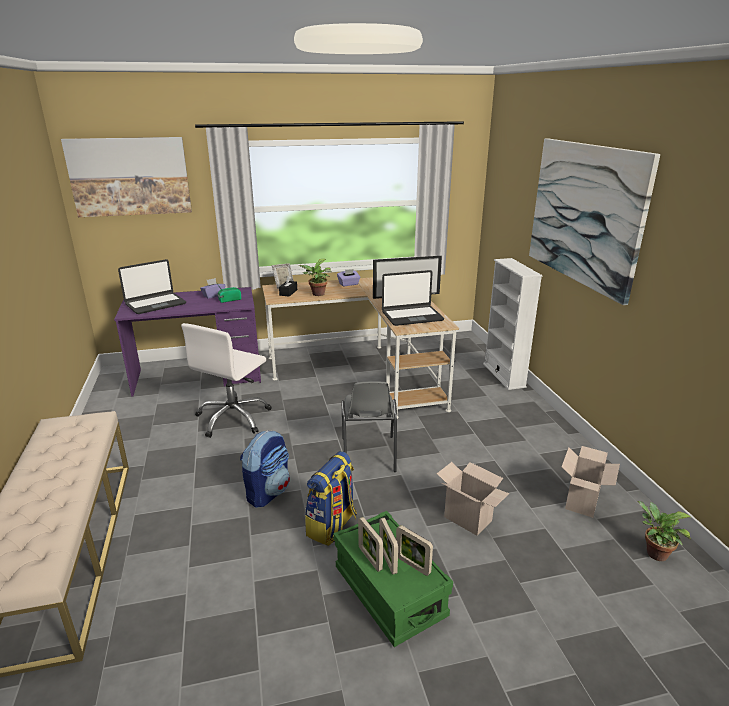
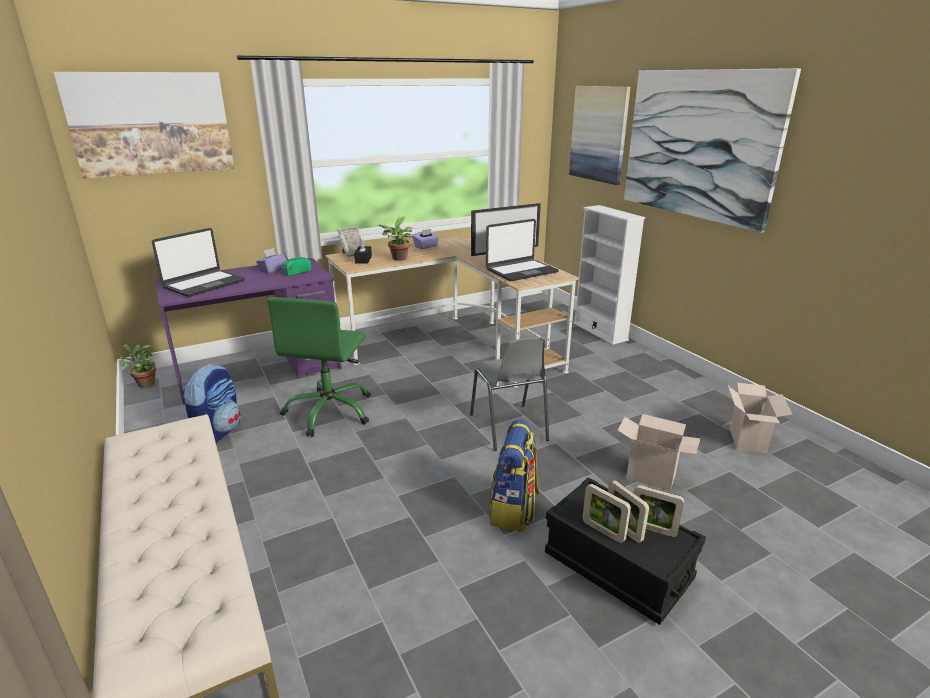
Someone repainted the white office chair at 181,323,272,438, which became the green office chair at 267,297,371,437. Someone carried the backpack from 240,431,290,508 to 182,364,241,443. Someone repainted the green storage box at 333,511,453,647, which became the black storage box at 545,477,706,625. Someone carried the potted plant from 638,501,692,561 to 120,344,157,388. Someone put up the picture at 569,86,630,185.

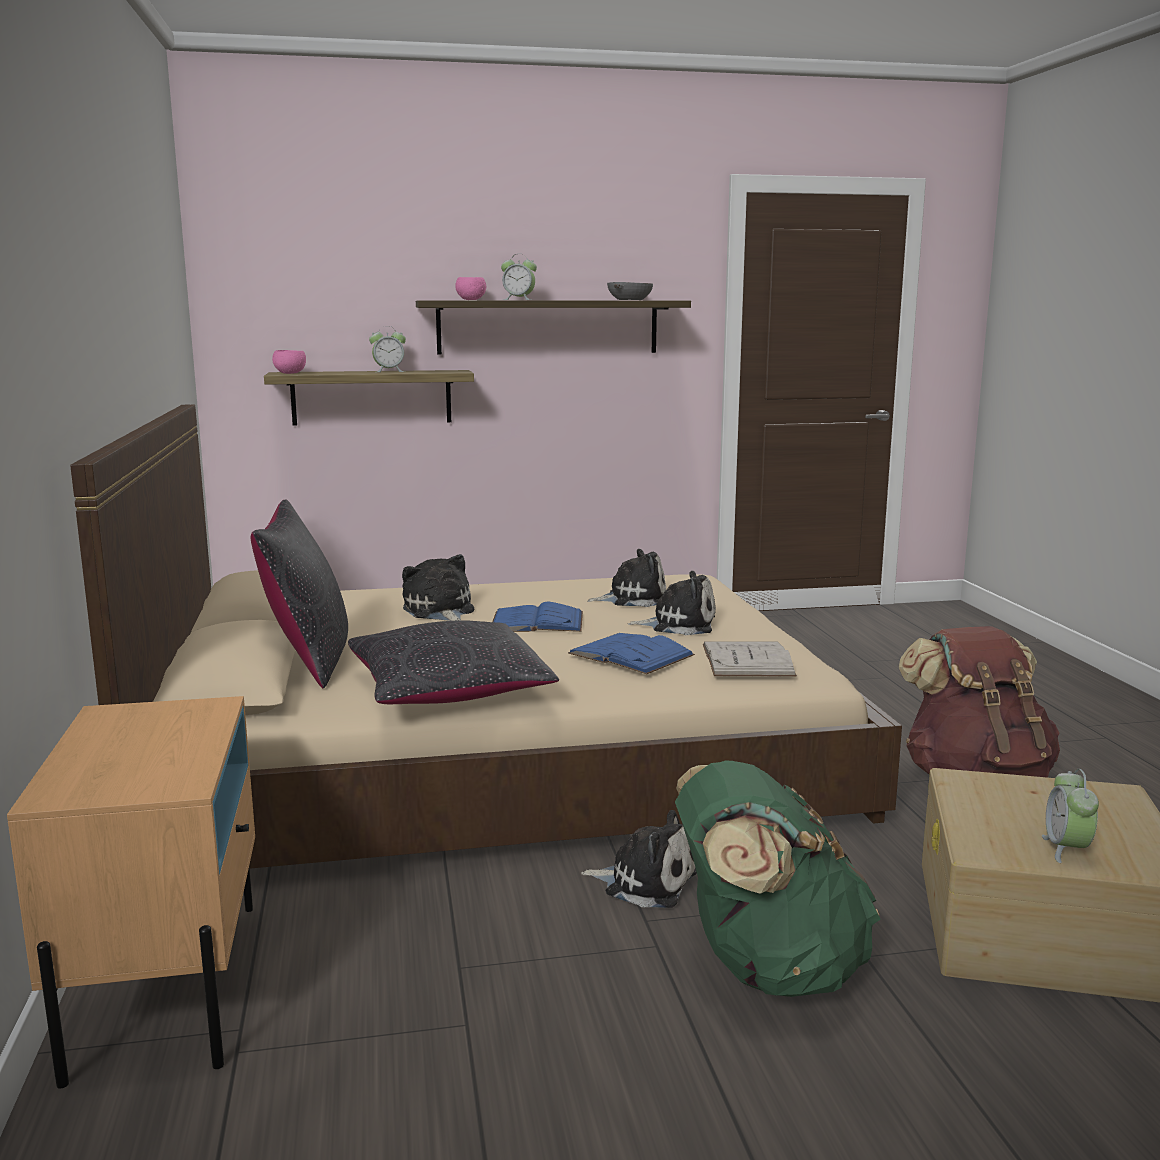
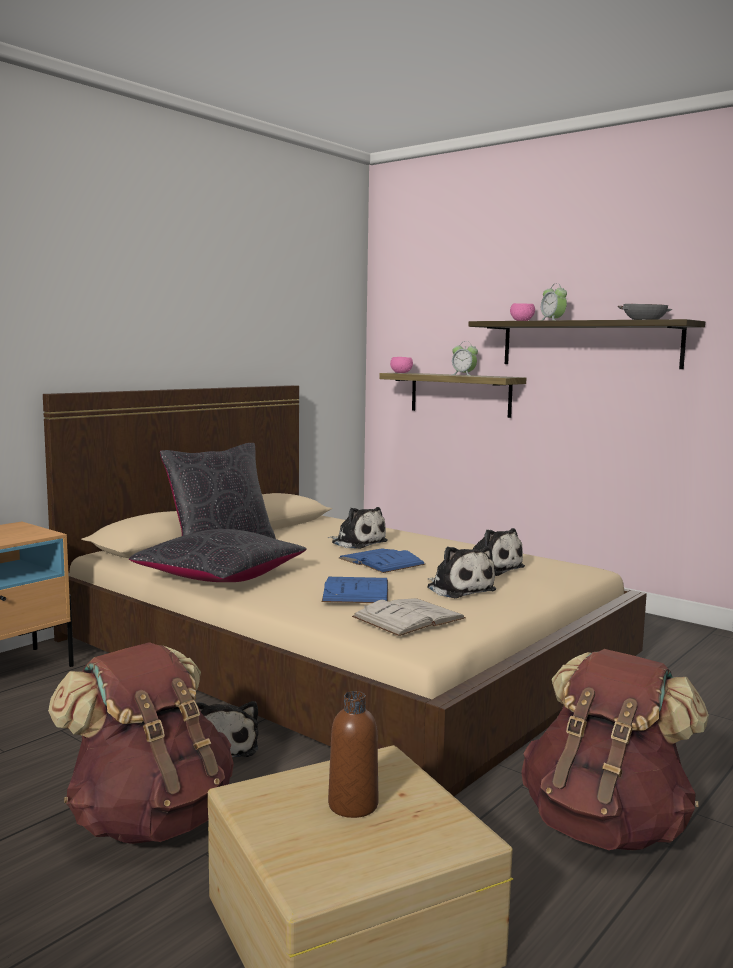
Someone rotated the plush toy at 402,554,474,621 by 105 degrees clockwise. Someone repainted the green backpack at 675,761,880,997, which became the brown backpack at 48,642,234,844. Someone took away the alarm clock at 1042,769,1099,863. Someone put down the brown bottle at 328,691,378,818.

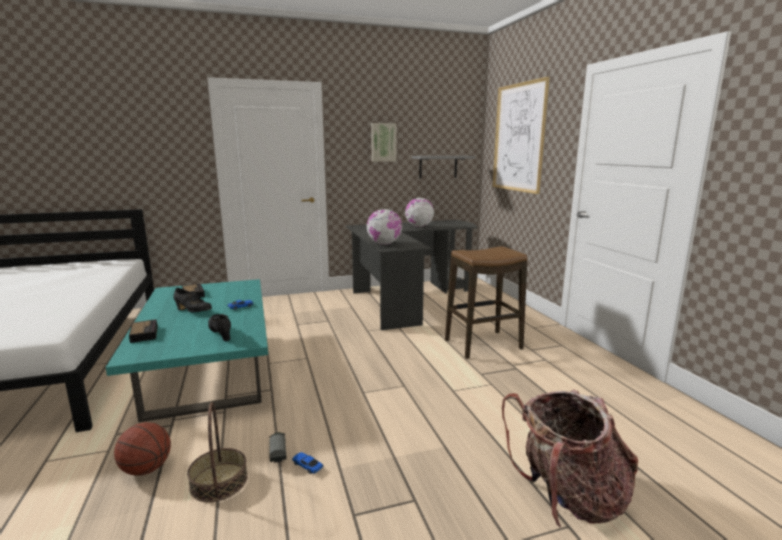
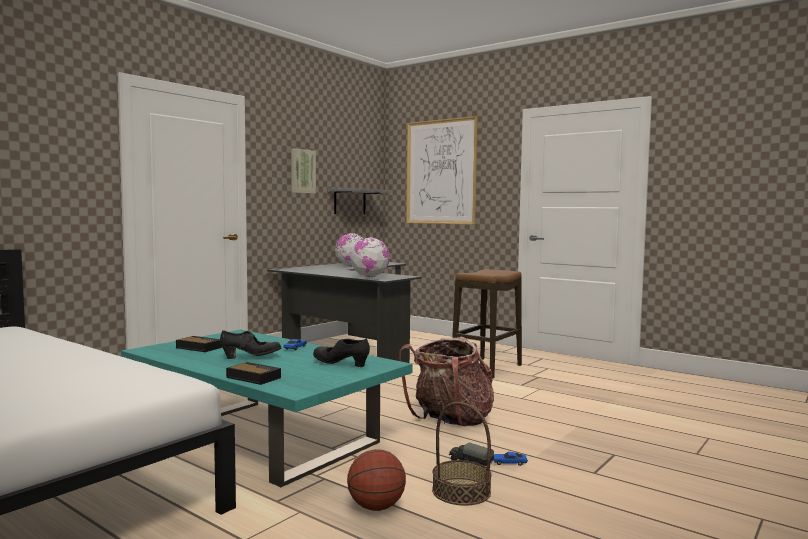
Someone carried the backpack from 502,389,638,528 to 399,337,494,426.

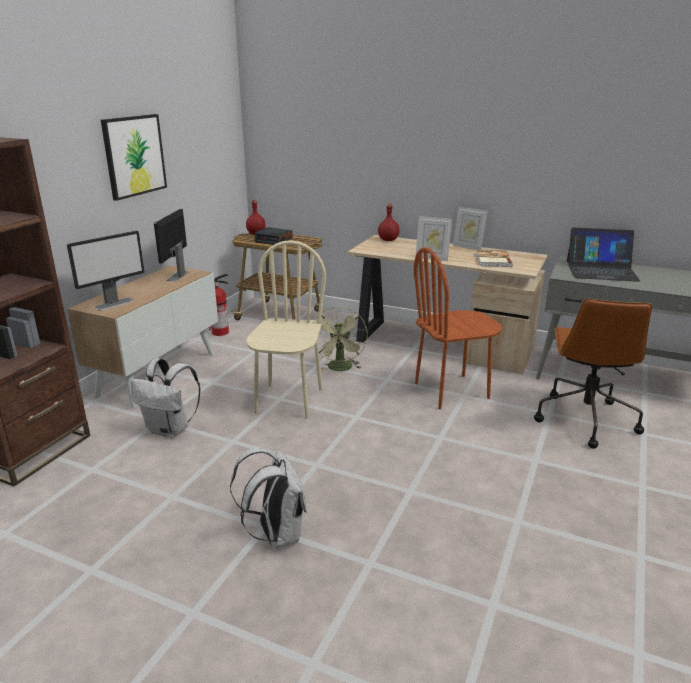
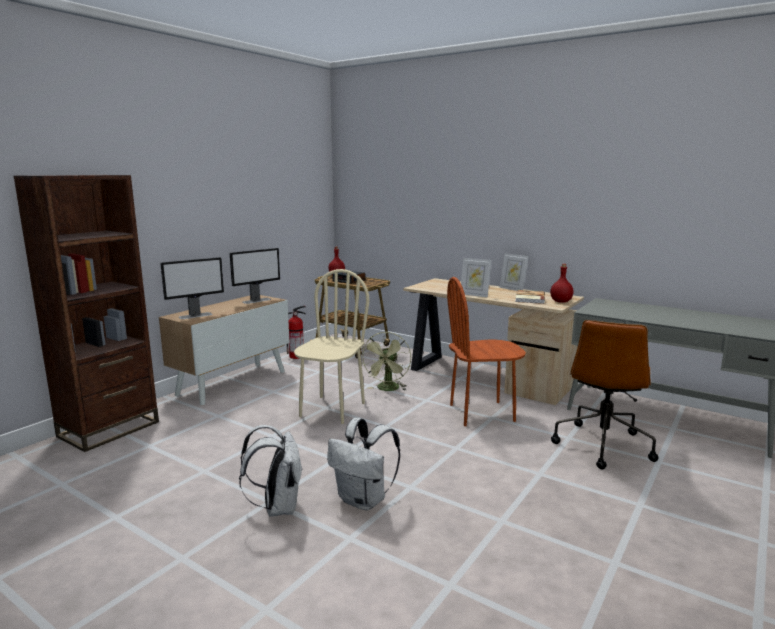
Someone took away the picture at 101,114,167,201. Someone carried the white backpack from 131,358,200,438 to 327,418,400,510. Someone rotated the monitor at 154,209,189,282 by 150 degrees counterclockwise. Someone carried the red bottle from 378,203,400,241 to 550,264,574,303. Someone took away the laptop at 567,228,640,282.

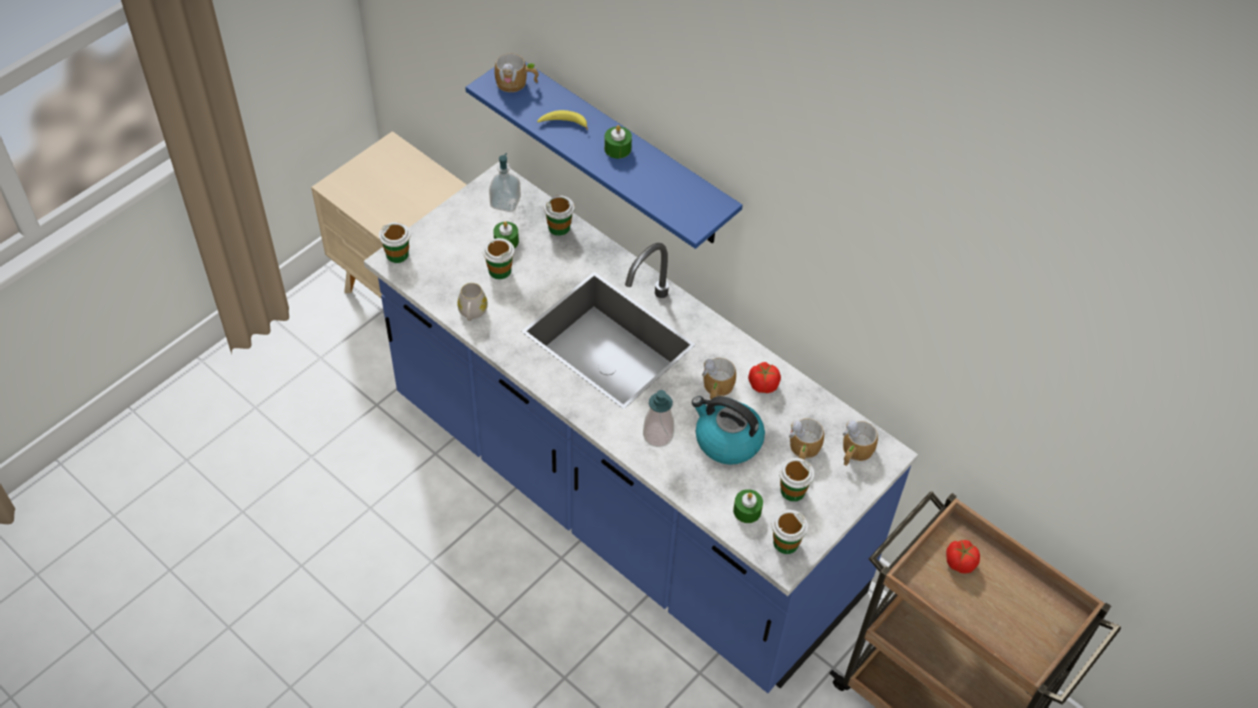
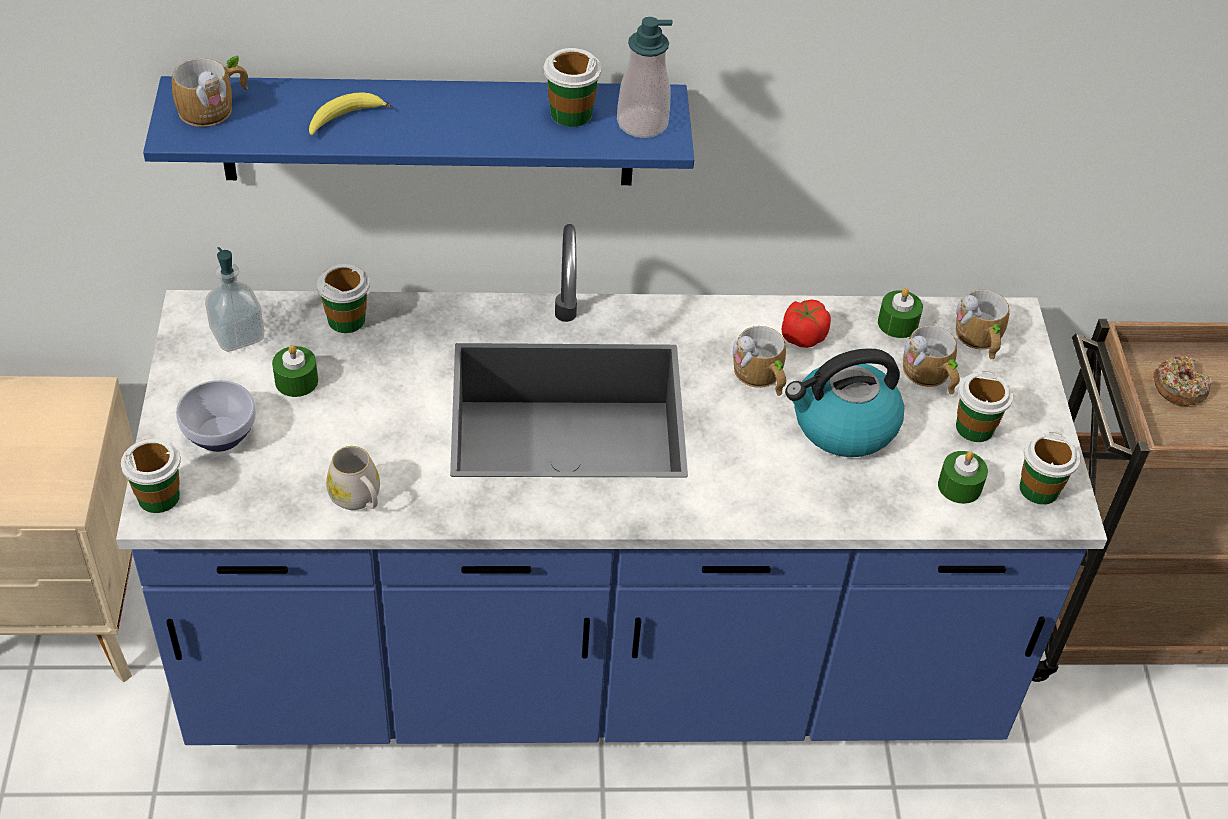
Someone carried the cup from 483,238,514,279 to 543,48,602,127. Someone carried the green candle from 604,125,632,159 to 878,288,923,338. Someone carried the soap dispenser from 643,390,674,447 to 617,17,673,138. Someone swapped the tomato at 946,540,980,574 for the donut at 1153,356,1213,406. Someone put down the bowl at 176,380,256,452.

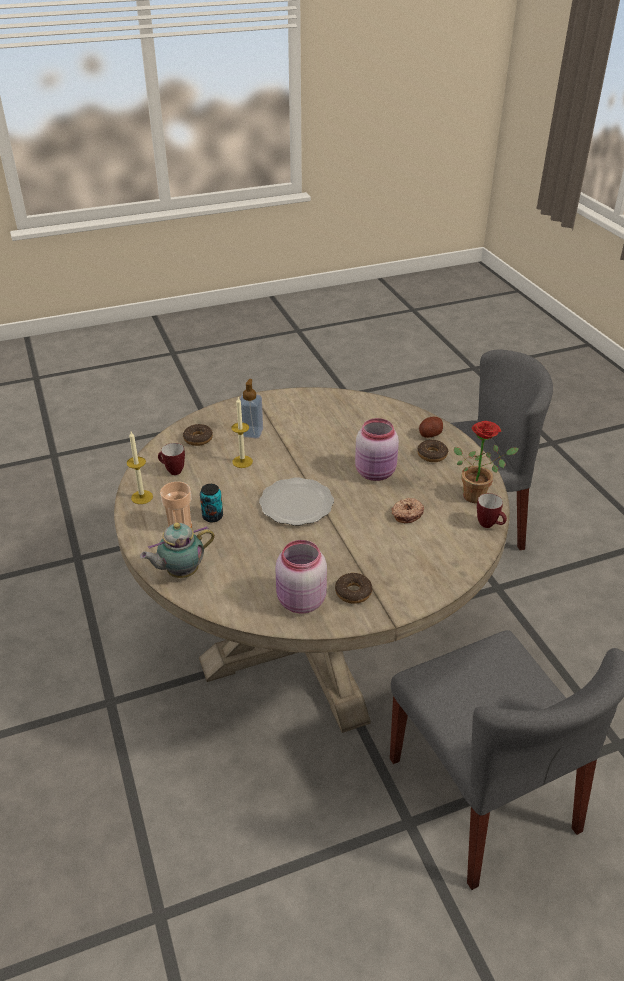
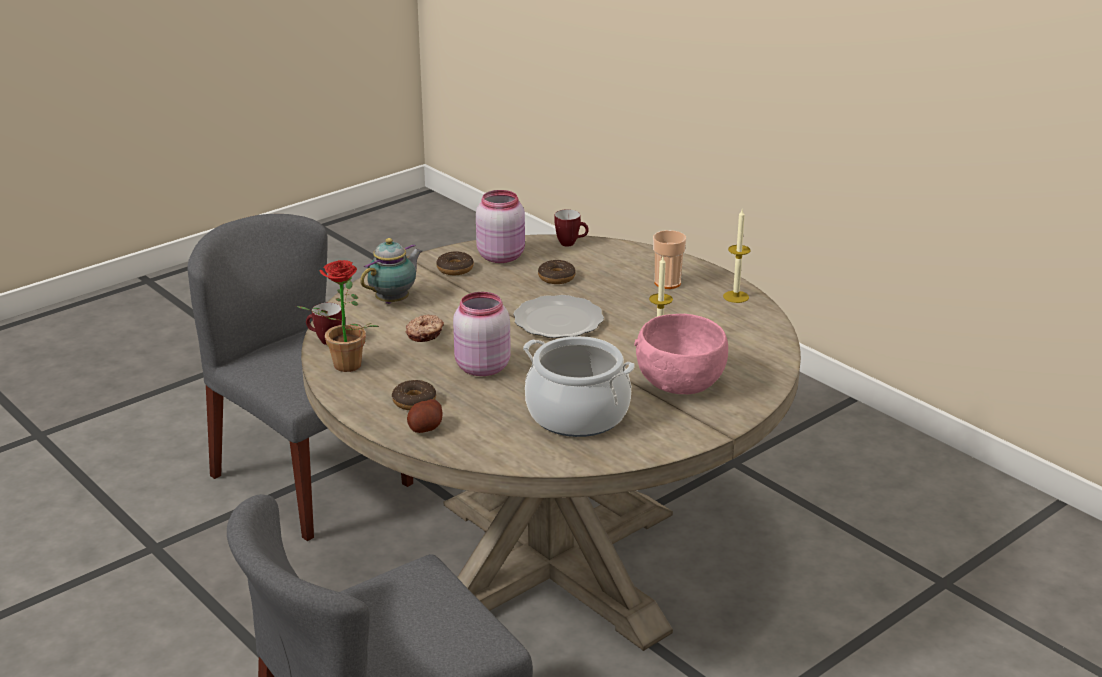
Someone carried the teapot from 140,523,215,578 to 360,238,422,304. Someone carried the mug from 158,443,185,475 to 554,209,589,247. Someone carried the donut from 183,424,213,446 to 538,260,576,284. Someone took away the can at 200,484,223,522. Someone swapped the soap dispenser at 240,379,263,438 for the pink bowl at 634,314,728,394. Someone put down the cooking pot at 523,336,635,437.

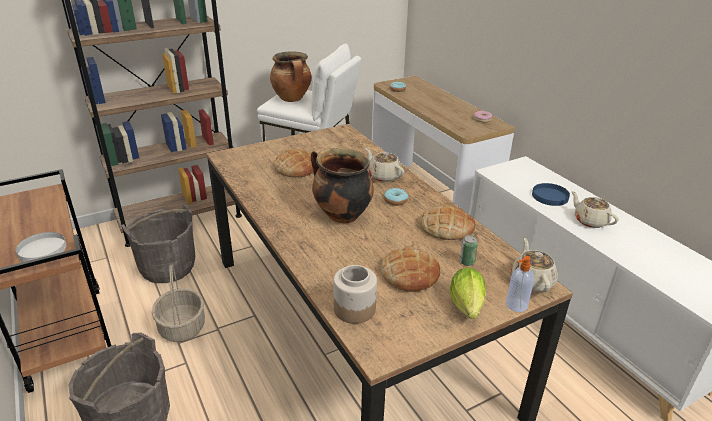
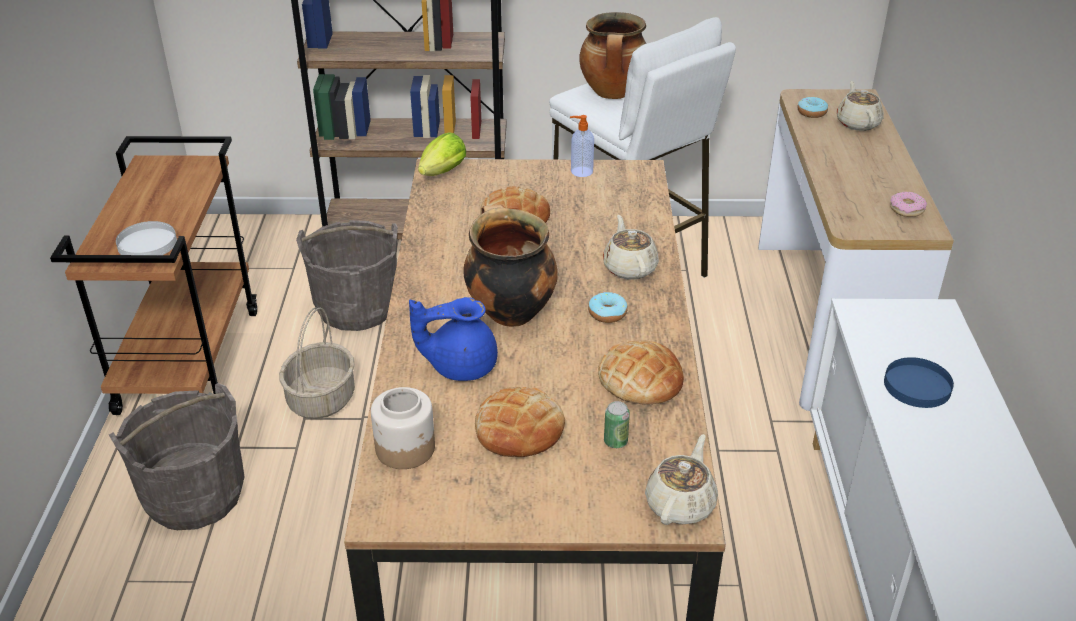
Someone carried the lettuce from 450,267,486,319 to 418,132,466,176. Someone carried the soap dispenser from 506,256,534,312 to 570,115,594,177. Someone carried the beige teapot from 571,191,619,228 to 837,81,884,131. Someone put down the blue teapot at 409,297,498,381.

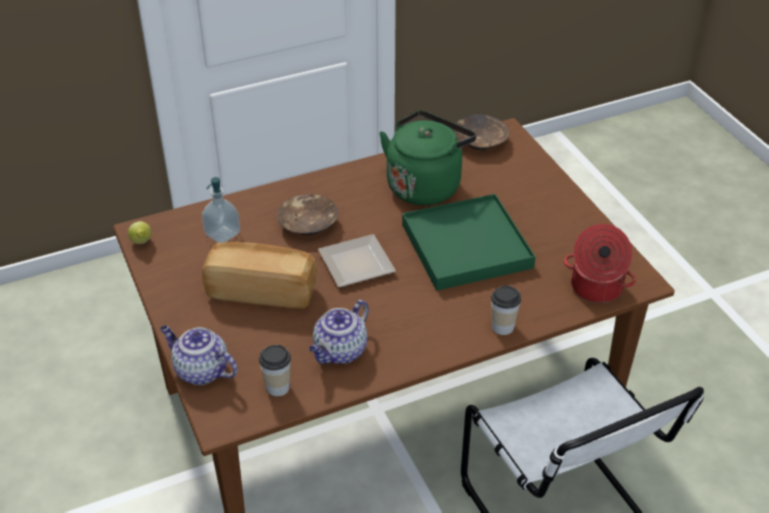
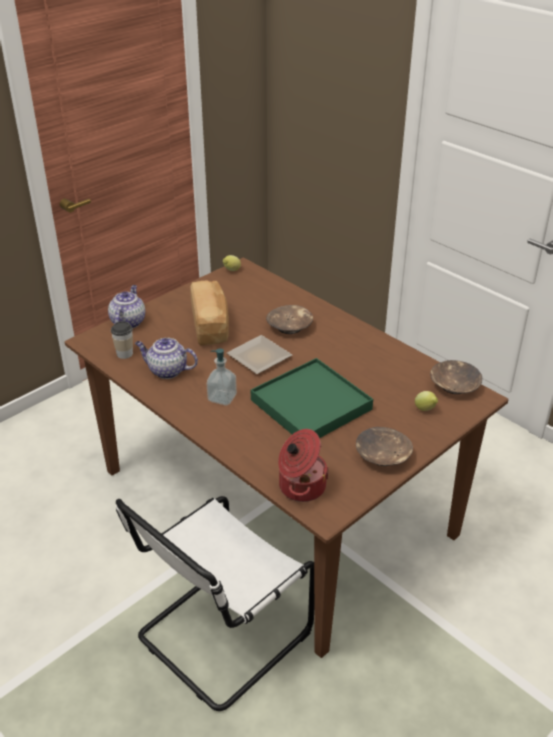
Someone carried the soap dispenser from 202,177,240,243 to 207,348,237,406. Someone took away the green kettle at 379,110,476,205. Someone took away the cup at 491,286,521,335. Someone put down the brown bowl at 356,427,413,466. Someone put down the lemon at 415,391,438,411.

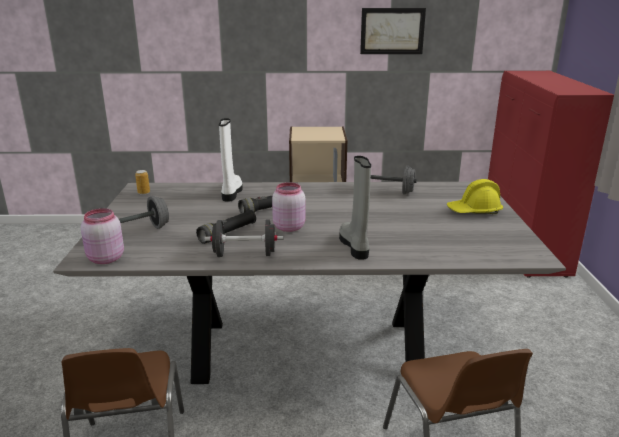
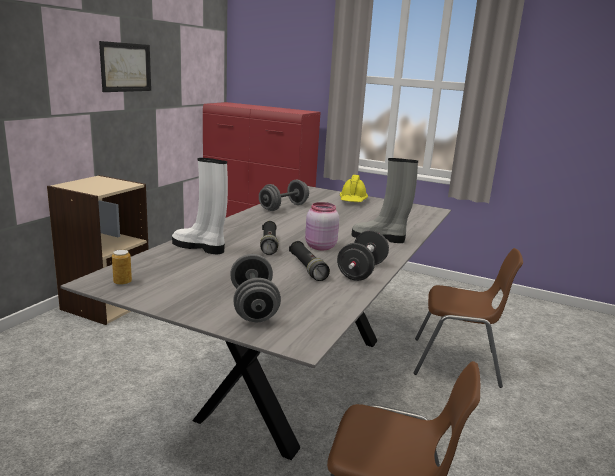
Someone took away the pink jar at 81,208,124,264.

